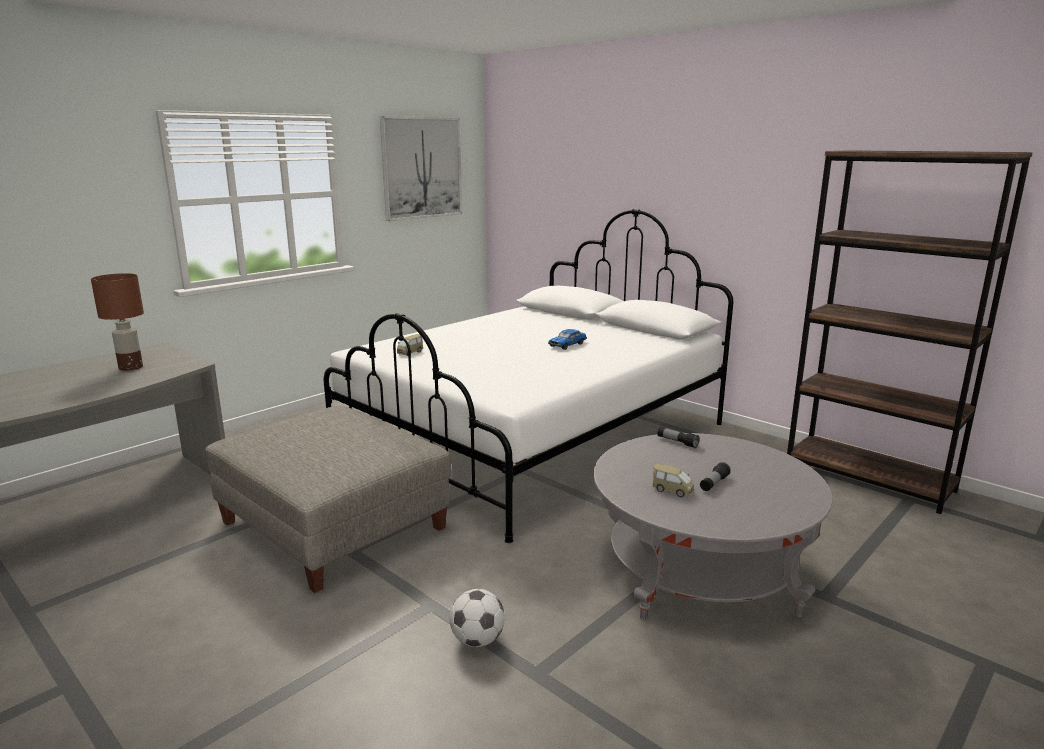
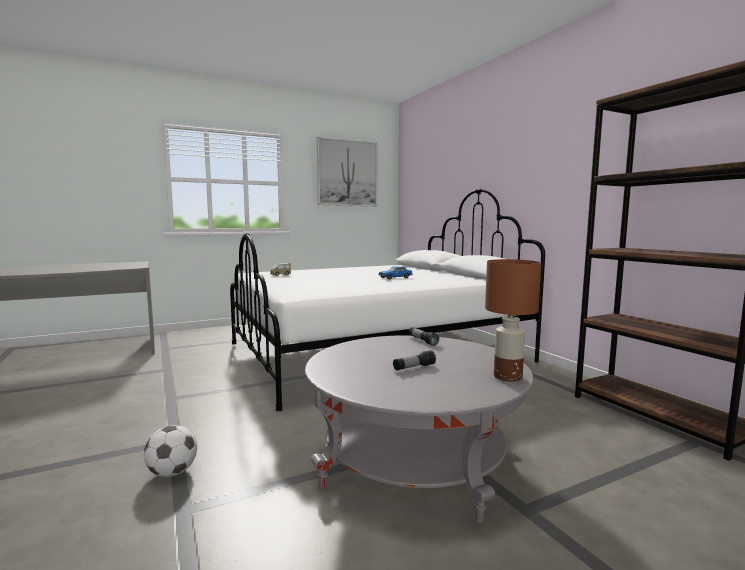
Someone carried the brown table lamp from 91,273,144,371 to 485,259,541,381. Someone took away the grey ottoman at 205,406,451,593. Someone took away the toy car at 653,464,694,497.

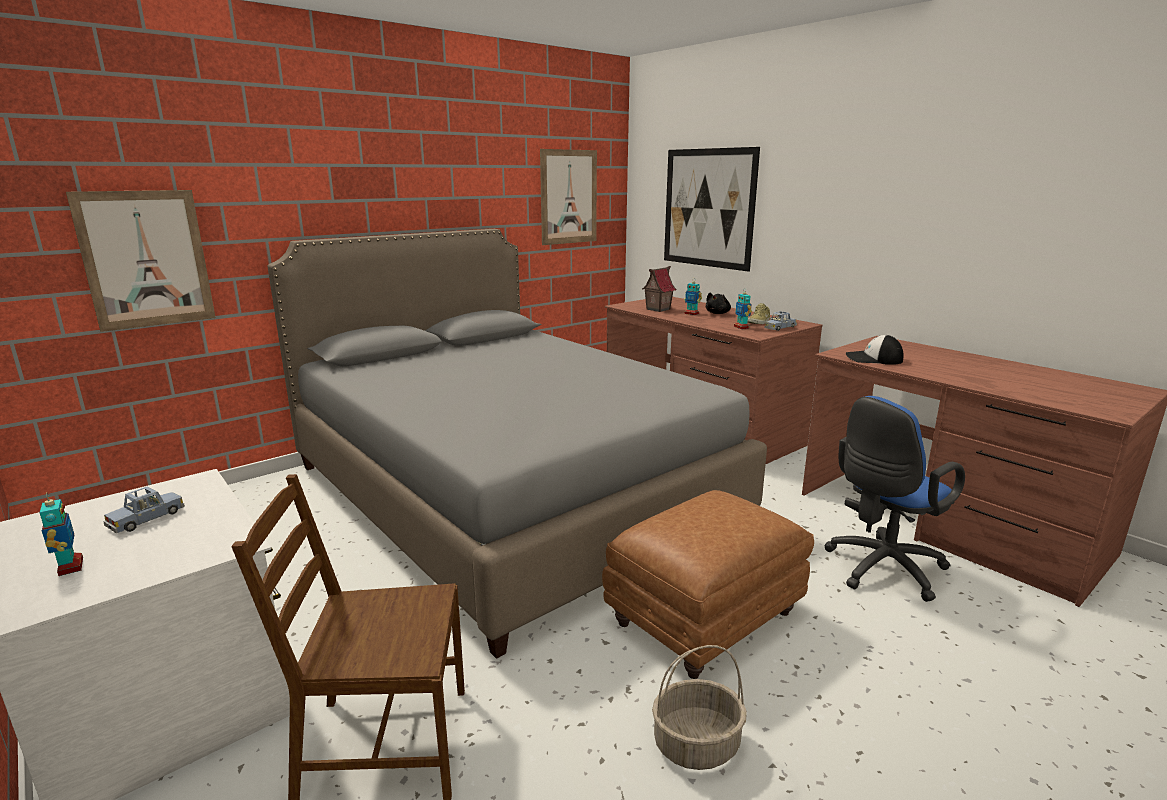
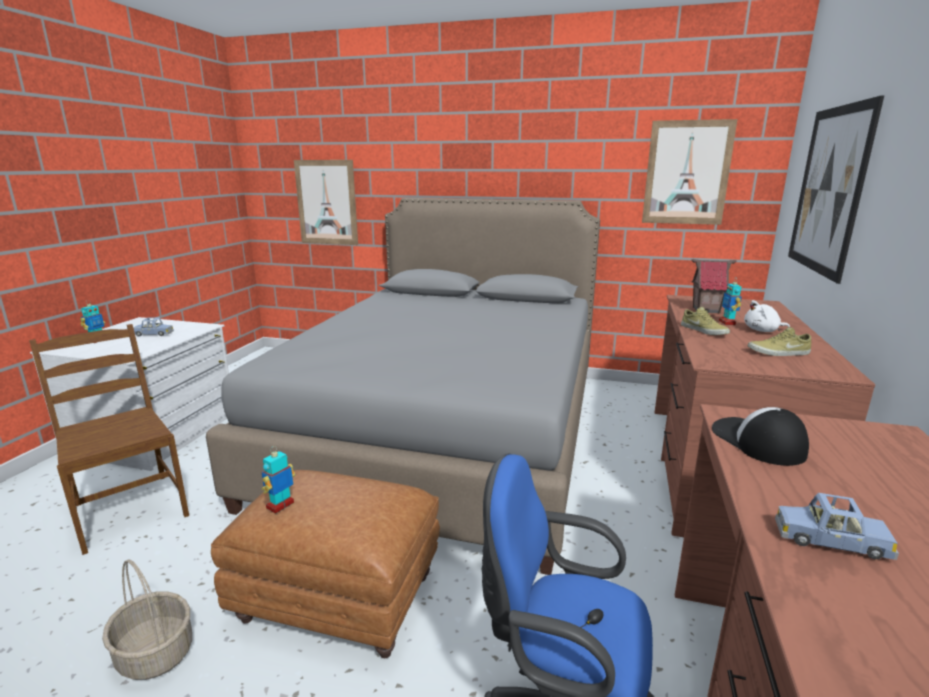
Someone repainted the black plush toy at 706,293,731,314, which became the white plush toy at 744,300,790,332. Someone carried the toy robot from 734,288,752,329 to 262,446,295,514. Someone carried the blue toy car from 765,311,797,331 to 775,493,899,560. Someone put down the beige shoe at 681,307,730,335.

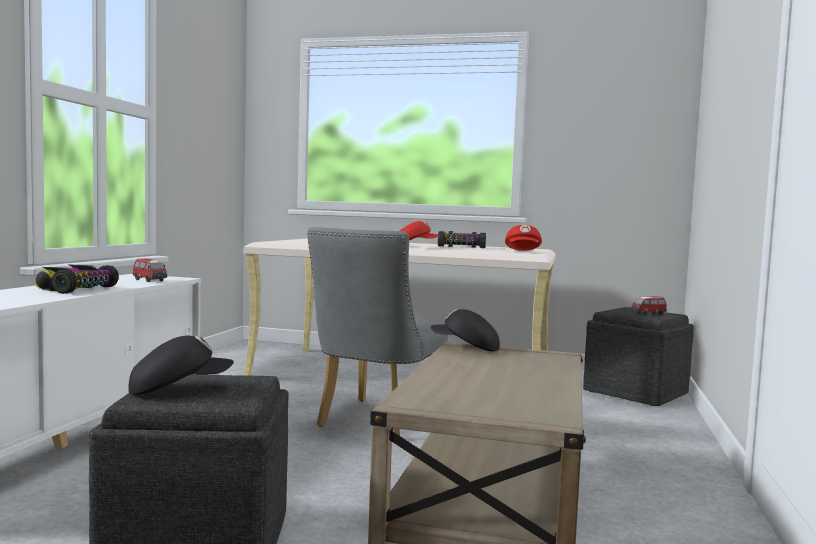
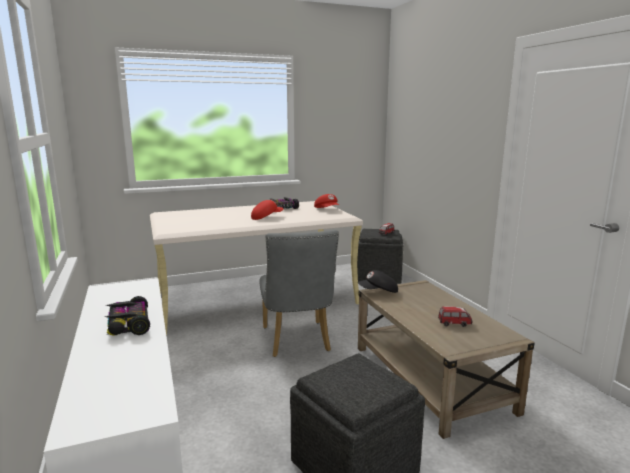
Someone took away the black cap at 128,335,234,395. Someone carried the toy car from 133,258,167,282 to 438,306,472,327.

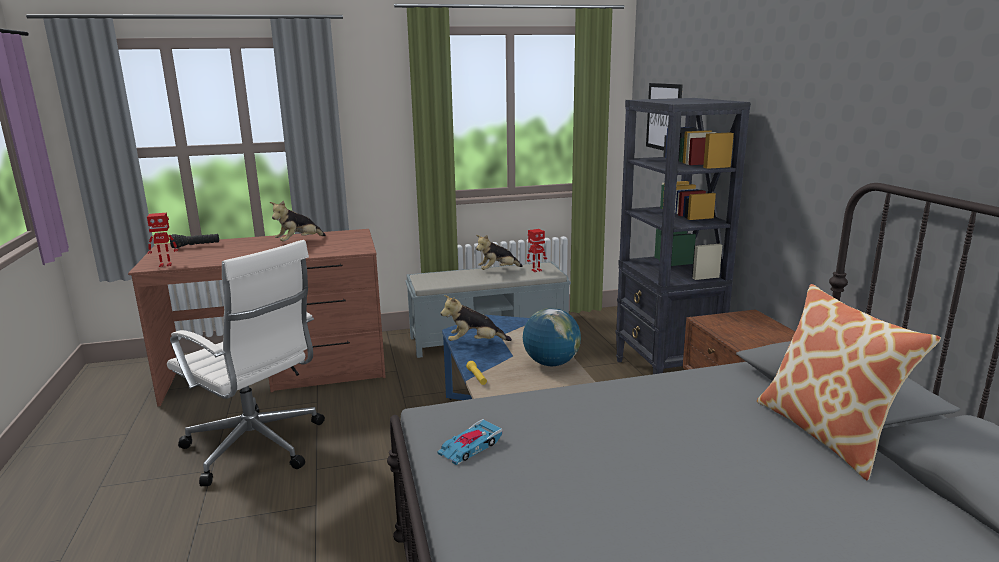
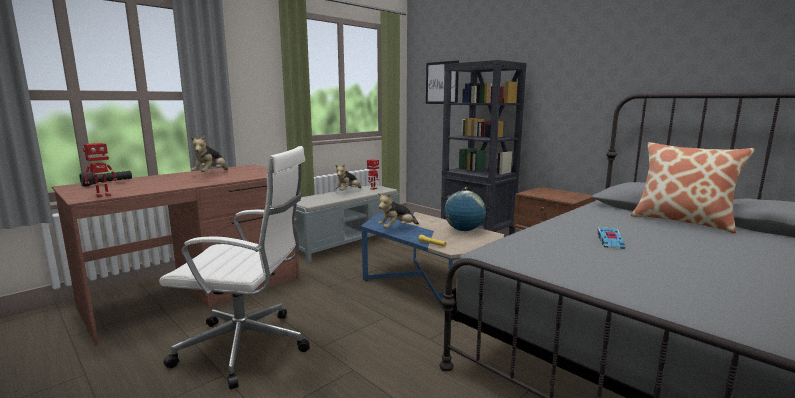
Someone carried the toy car from 438,419,502,465 to 598,227,625,249.

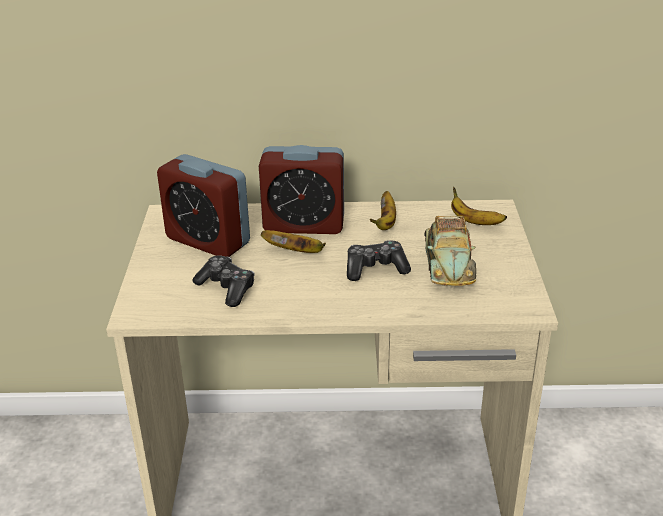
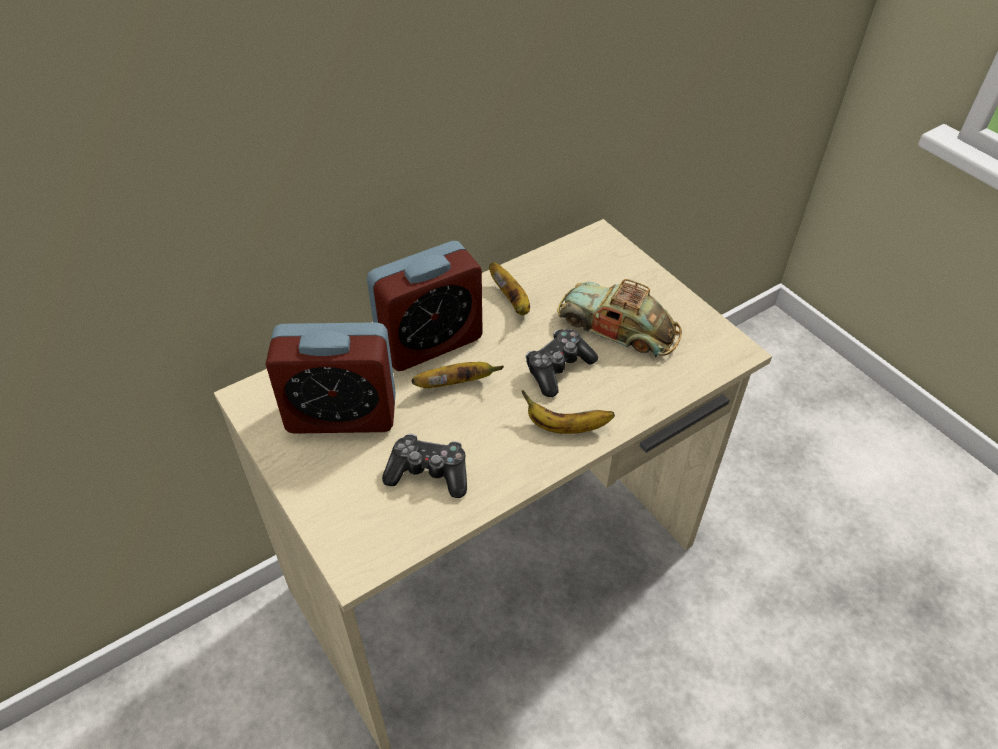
Someone rotated the toy car at 424,216,476,286 by 150 degrees clockwise. Someone carried the banana from 451,187,507,225 to 521,390,615,434.

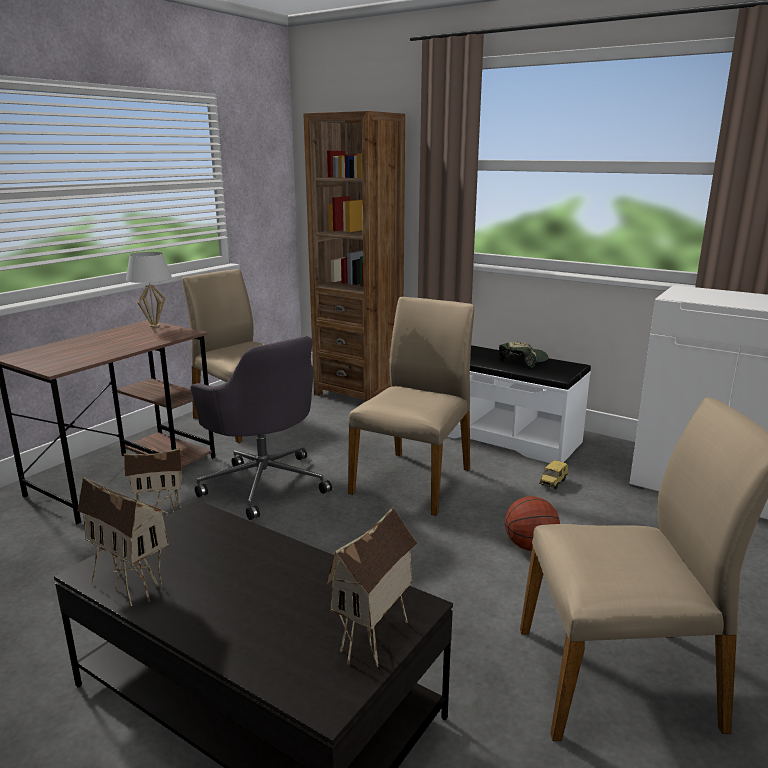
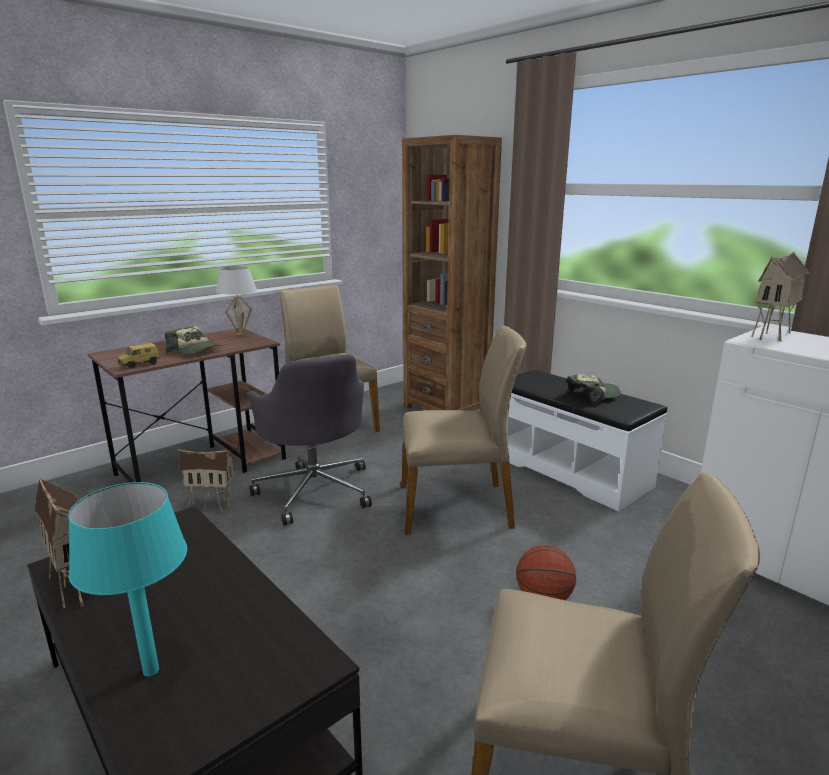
Someone carried the toy house from 326,506,418,667 to 751,252,810,342. Someone rotated the beige chair at 348,297,474,516 by 45 degrees clockwise. Someone carried the toy car from 539,460,568,489 to 117,343,160,369. Someone put down the turquoise table lamp at 68,482,187,677. Someone put down the cap at 165,326,222,354.

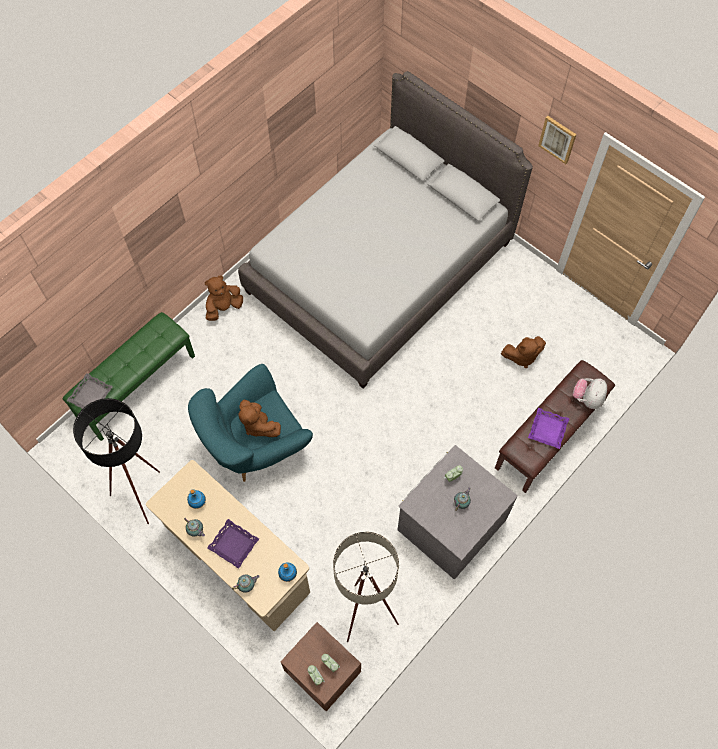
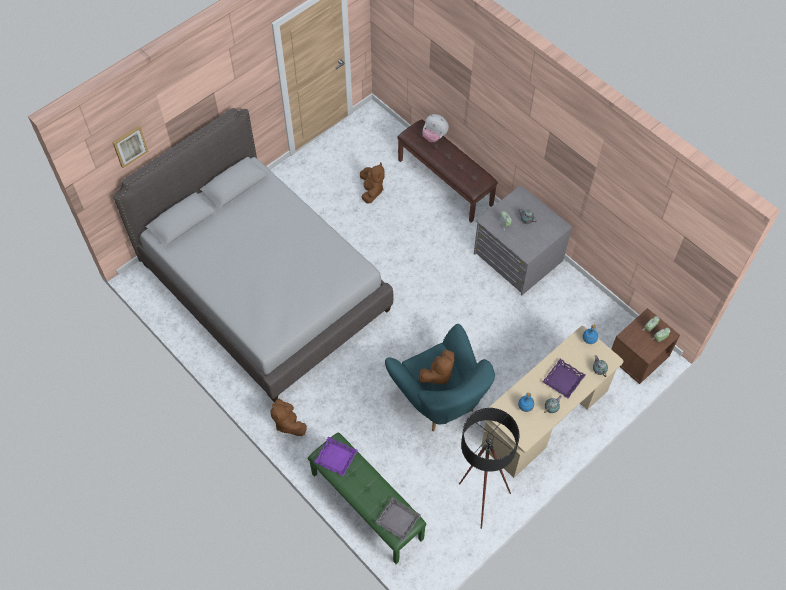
Someone took away the beige floor lamp at 333,532,399,642. Someone carried the purple tray from 528,408,570,449 to 314,436,358,476. Someone carried the picture from 538,116,577,164 to 112,125,149,168.

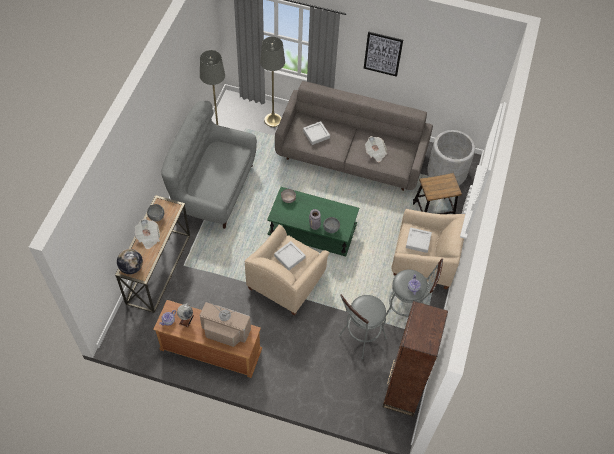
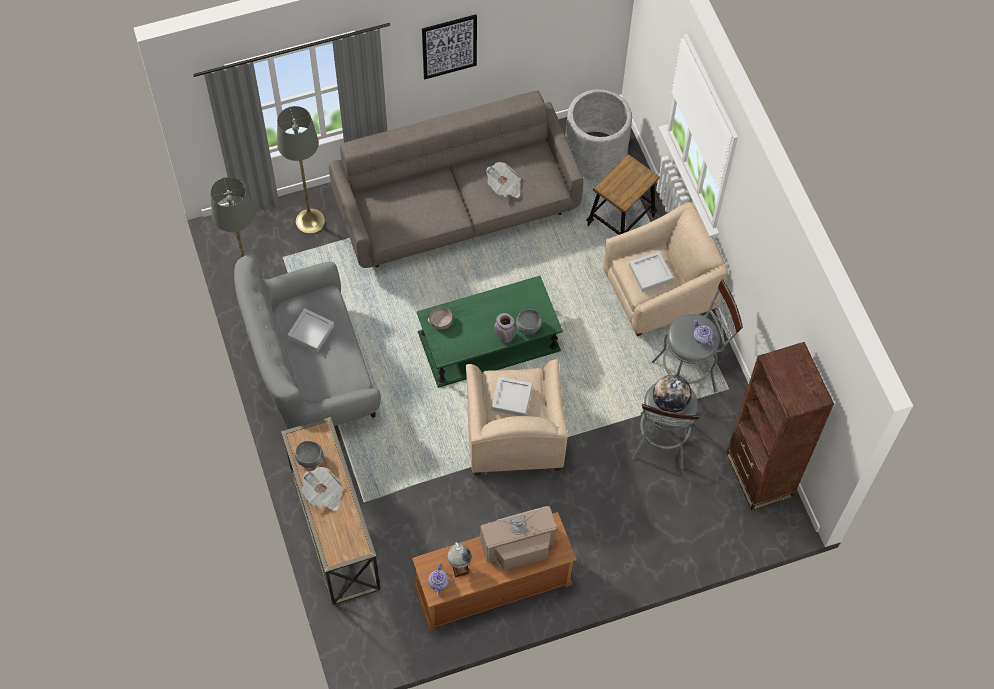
Someone carried the globe from 117,249,143,274 to 653,374,691,413. Someone carried the grey tray from 303,121,330,145 to 287,308,334,352.

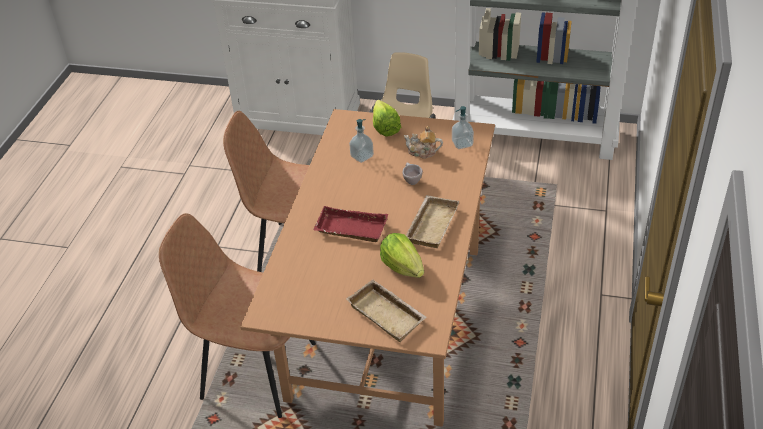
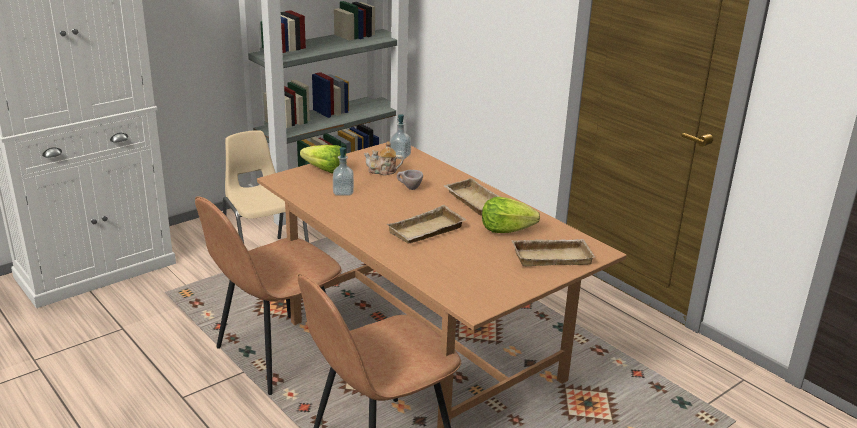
Someone repainted the red tray at 313,206,388,242, which became the beige tray at 386,205,467,244. Someone rotated the teapot at 404,126,443,159 by 45 degrees clockwise.

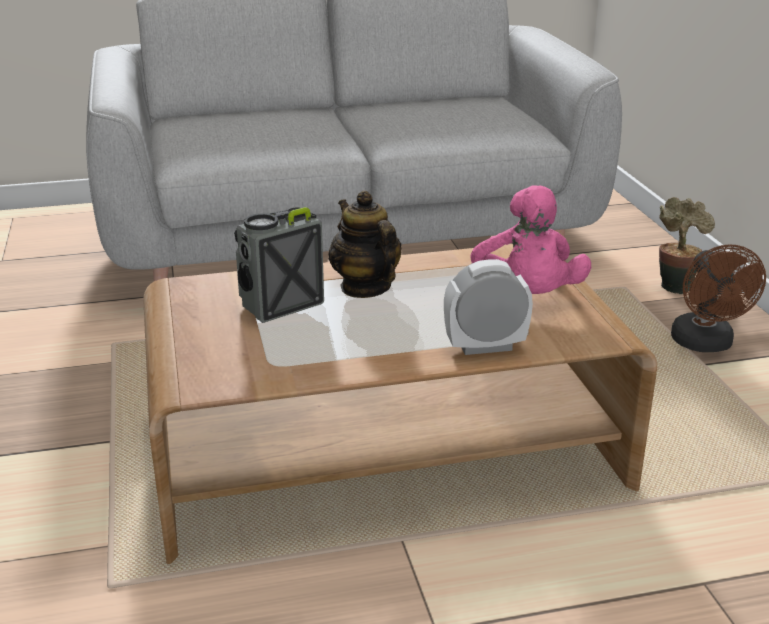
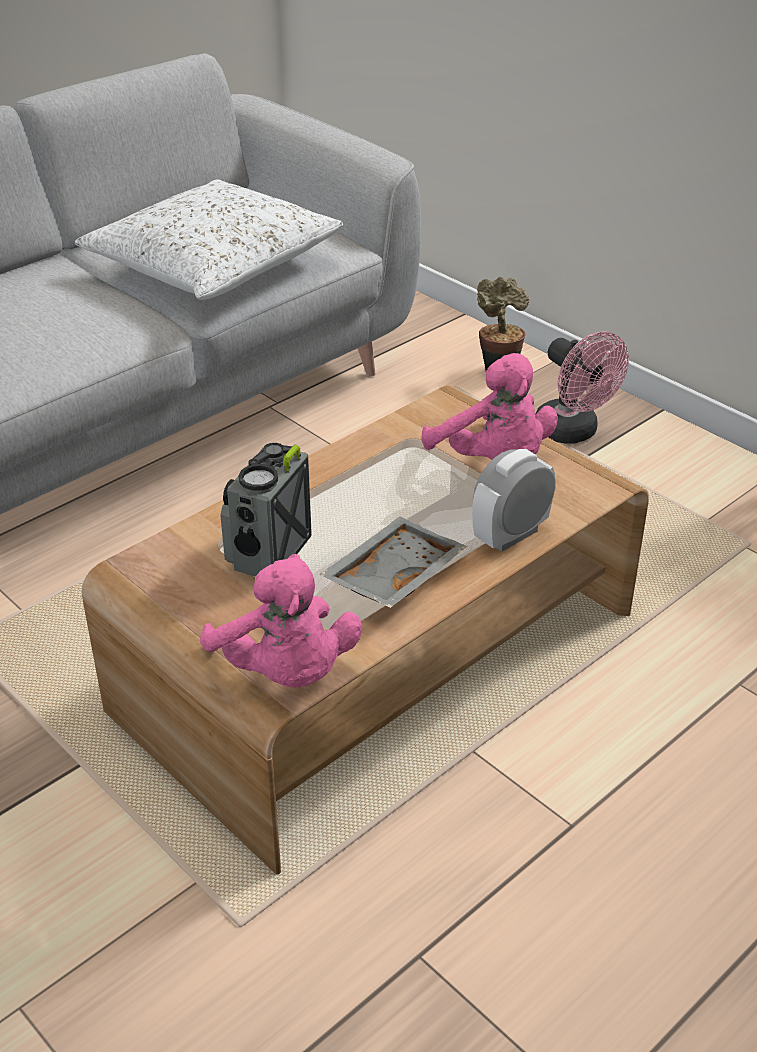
Someone took away the teapot at 329,190,402,298. Someone repainted the brown fan at 671,244,766,352, which became the pink fan at 535,332,629,443. Someone put down the white pillow at 75,180,343,300. Someone put down the pink plush toy at 200,554,362,688. Someone put down the grey tray at 319,516,467,608.

